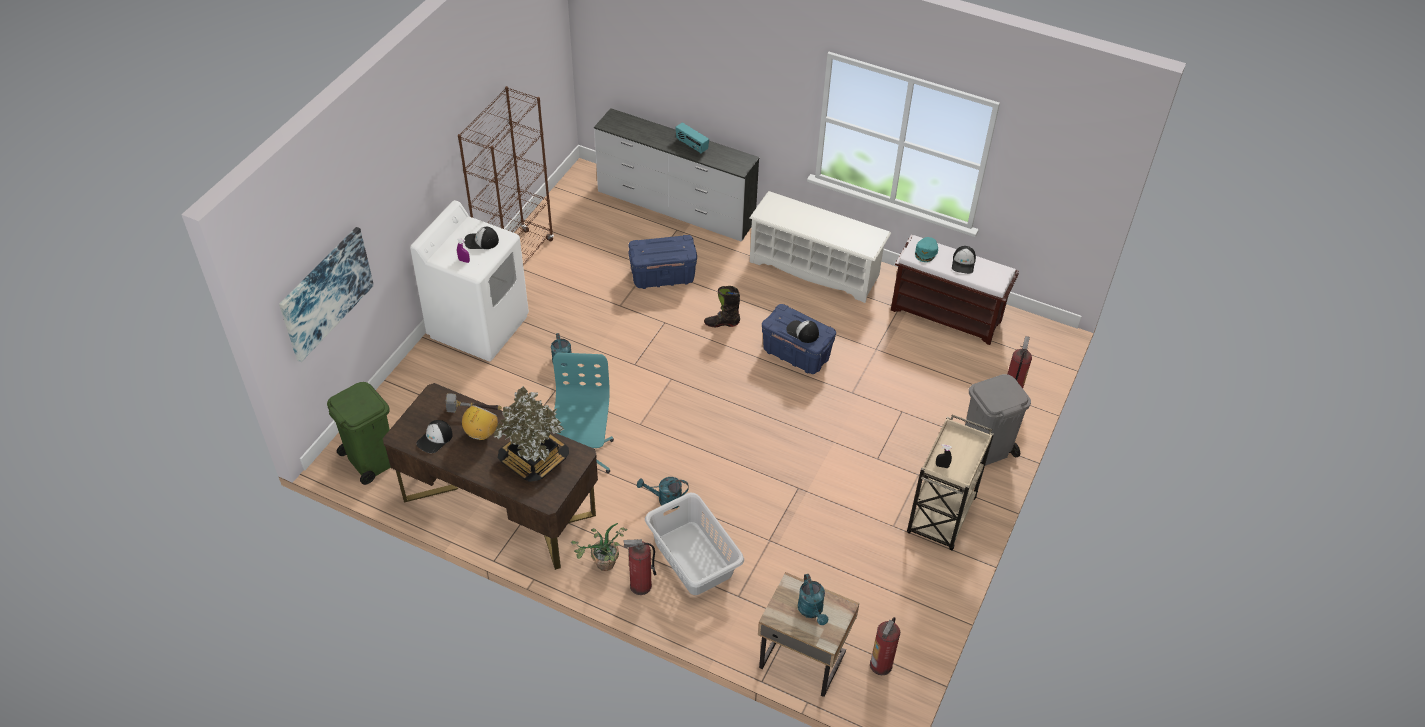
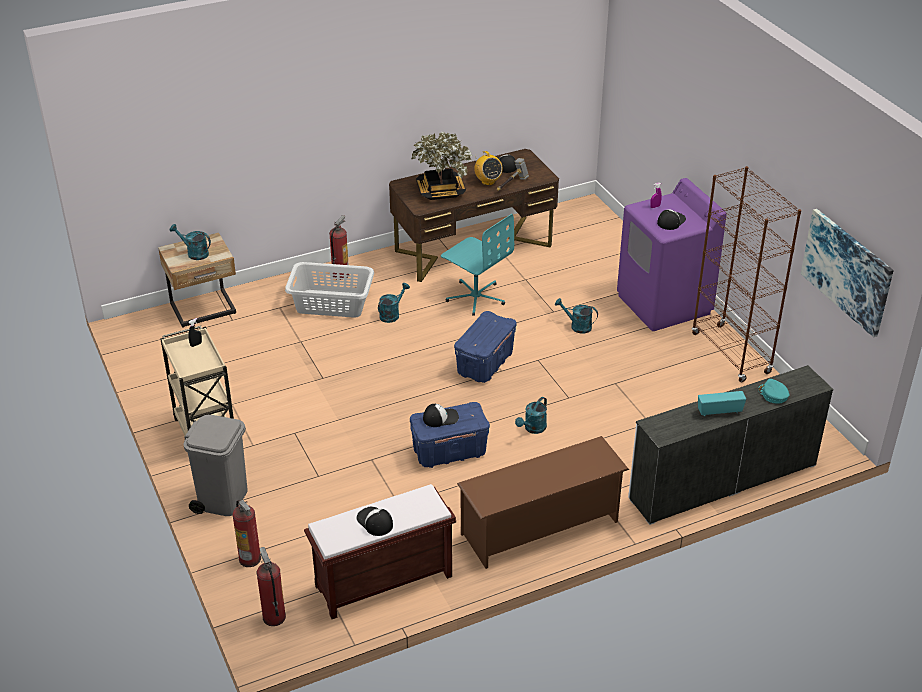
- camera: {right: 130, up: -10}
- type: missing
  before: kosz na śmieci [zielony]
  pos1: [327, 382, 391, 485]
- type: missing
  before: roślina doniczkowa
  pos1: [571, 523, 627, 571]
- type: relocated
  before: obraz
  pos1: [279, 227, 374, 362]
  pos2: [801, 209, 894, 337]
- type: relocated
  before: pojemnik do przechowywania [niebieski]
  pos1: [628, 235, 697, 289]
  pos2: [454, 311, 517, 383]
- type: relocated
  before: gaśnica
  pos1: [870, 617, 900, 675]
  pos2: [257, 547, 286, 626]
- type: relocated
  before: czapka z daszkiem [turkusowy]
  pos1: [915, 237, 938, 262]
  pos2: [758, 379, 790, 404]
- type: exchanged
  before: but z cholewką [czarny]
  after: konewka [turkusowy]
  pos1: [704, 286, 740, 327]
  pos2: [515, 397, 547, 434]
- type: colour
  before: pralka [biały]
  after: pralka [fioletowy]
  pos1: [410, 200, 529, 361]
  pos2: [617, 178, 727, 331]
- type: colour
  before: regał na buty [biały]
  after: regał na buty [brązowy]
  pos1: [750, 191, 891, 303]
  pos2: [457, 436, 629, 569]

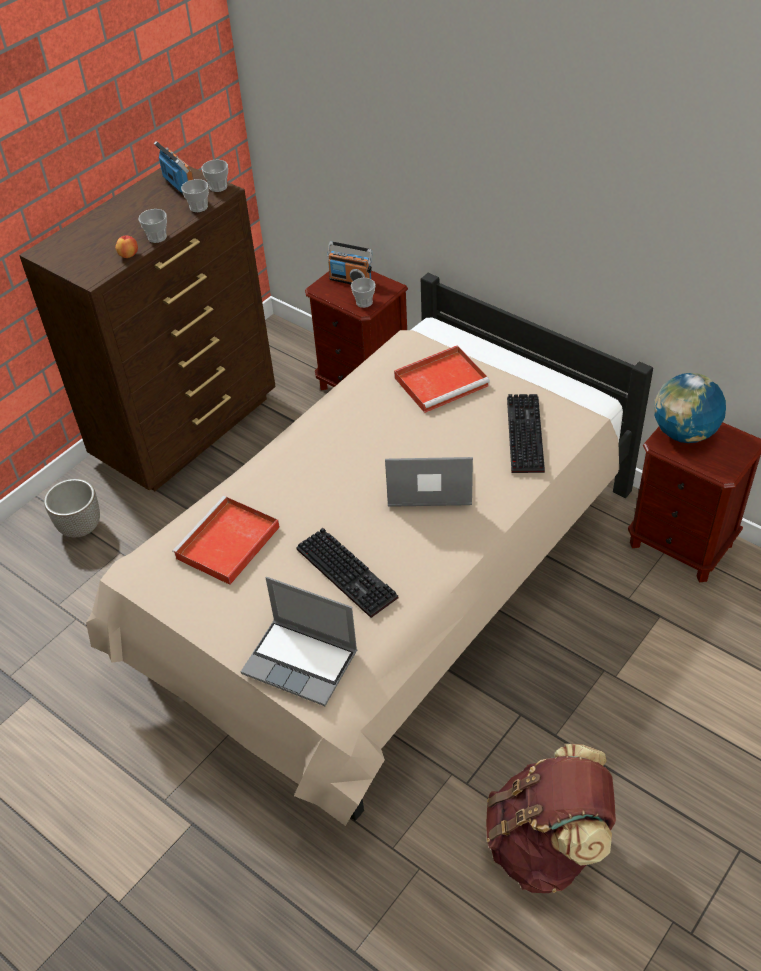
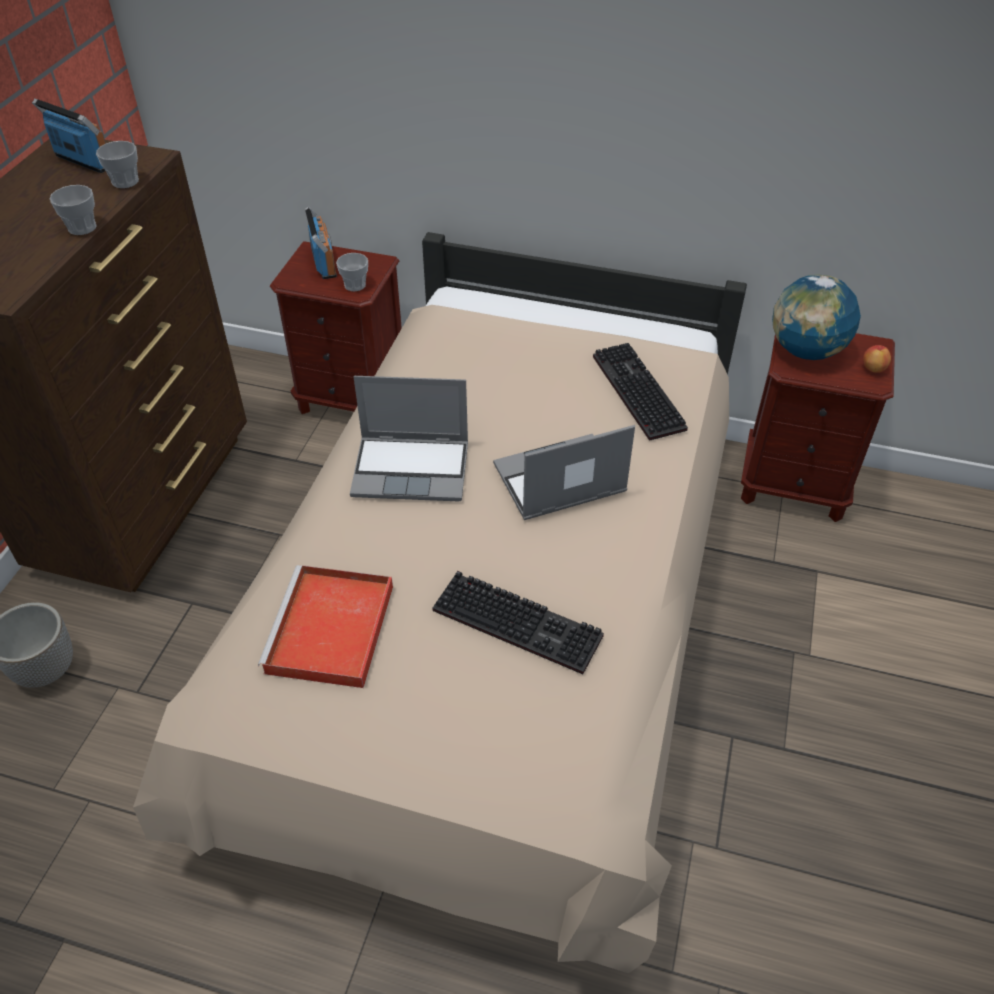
- camera: {right: -25, up: 0}
- type: missing
  before: filiżanka
  pos1: [201, 160, 228, 192]
- type: missing
  before: taca [czerwony]
  pos1: [394, 345, 490, 413]
- type: missing
  before: plecak [brązowy]
  pos1: [486, 744, 616, 893]
- type: relocated
  before: jabłko
  pos1: [115, 236, 138, 258]
  pos2: [863, 345, 891, 373]
- type: relocated
  before: laptop
  pos1: [241, 577, 357, 706]
  pos2: [350, 376, 468, 501]
- type: spun
  before: radio
  pos1: [327, 241, 373, 284]
  pos2: [305, 206, 337, 279]
  turn: -105

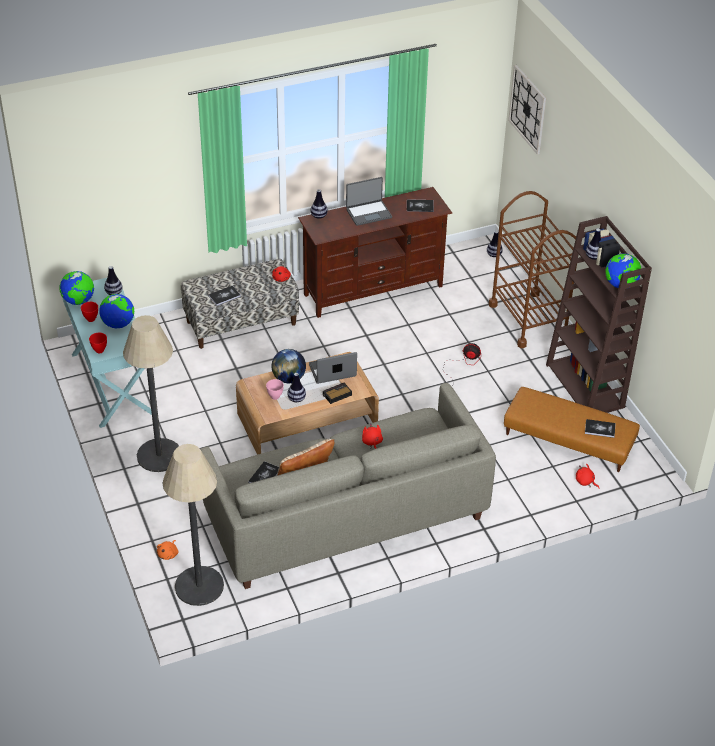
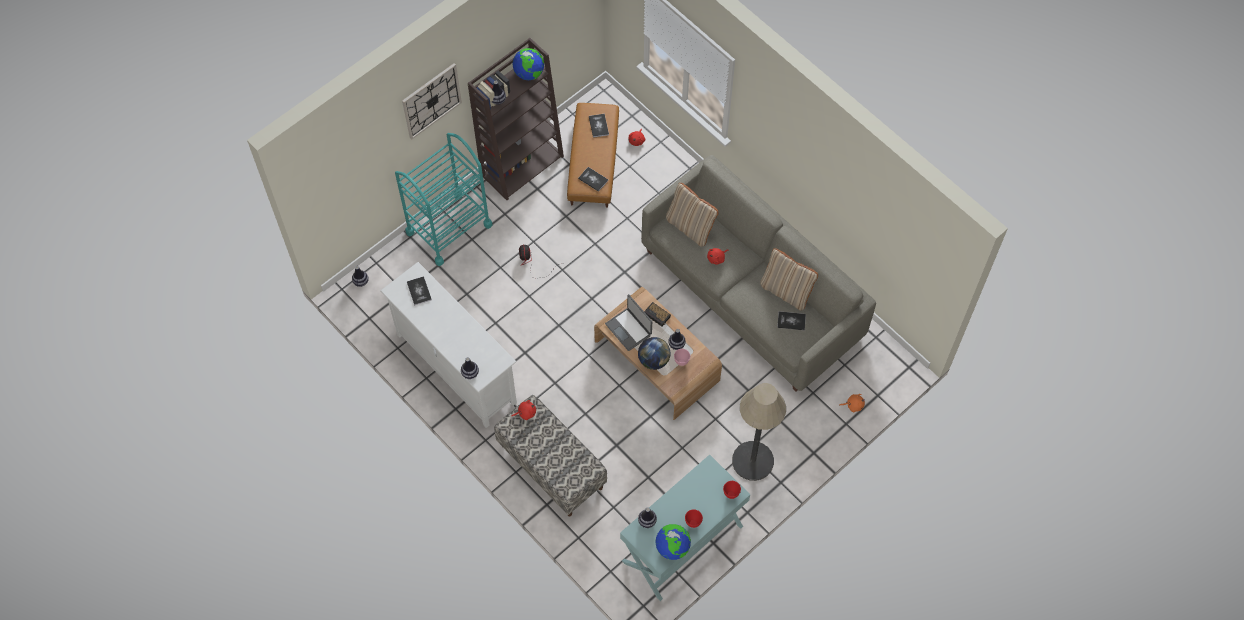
- camera: {right: -110, up: 20}
- type: missing
  before: globus
  pos1: [99, 294, 134, 328]
- type: missing
  before: lampa stojąca
  pos1: [162, 444, 224, 606]
- type: missing
  before: laptop
  pos1: [346, 177, 392, 226]
- type: appeared
  after: poduszka [beżowy]
  pos2: [666, 183, 718, 247]
- type: relocated
  before: książka
  pos1: [208, 286, 241, 306]
  pos2: [578, 167, 608, 192]
- type: relocated
  before: zegar ścienny
  pos1: [508, 65, 546, 154]
  pos2: [402, 63, 462, 140]
- type: colour
  before: szafka pod telewizor [brązowy]
  after: szafka pod telewizor [biały]
  pos1: [298, 187, 452, 318]
  pos2: [380, 262, 517, 428]
- type: colour
  before: wózek [brązowy]
  after: wózek [turkusowy]
  pos1: [489, 191, 577, 348]
  pos2: [395, 133, 493, 266]

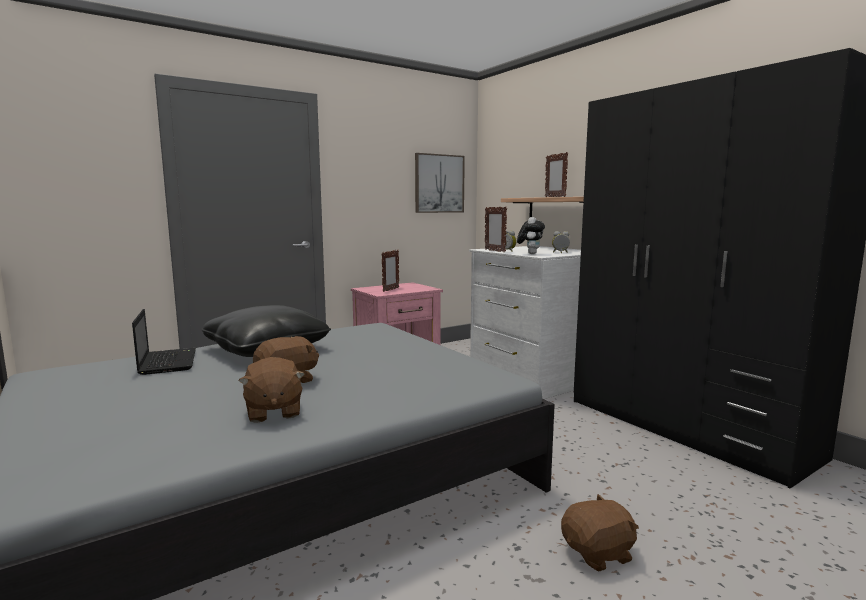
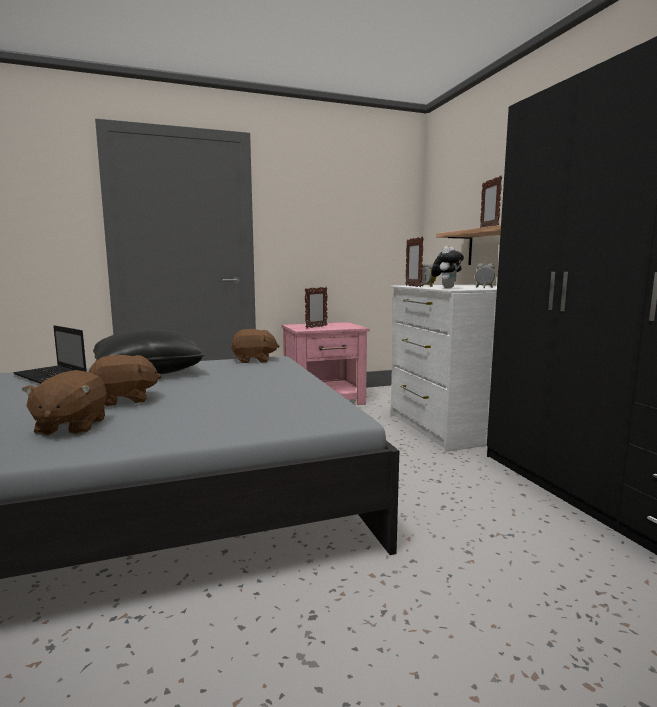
- camera: {right: 15, up: 0}
- type: missing
  before: obraz
  pos1: [415, 153, 465, 213]
- type: relocated
  before: pluszak [brązowy]
  pos1: [561, 494, 639, 572]
  pos2: [231, 329, 279, 363]
- type: spun
  before: laptop
  pos1: [132, 309, 196, 375]
  pos2: [13, 325, 87, 384]
  turn: 135

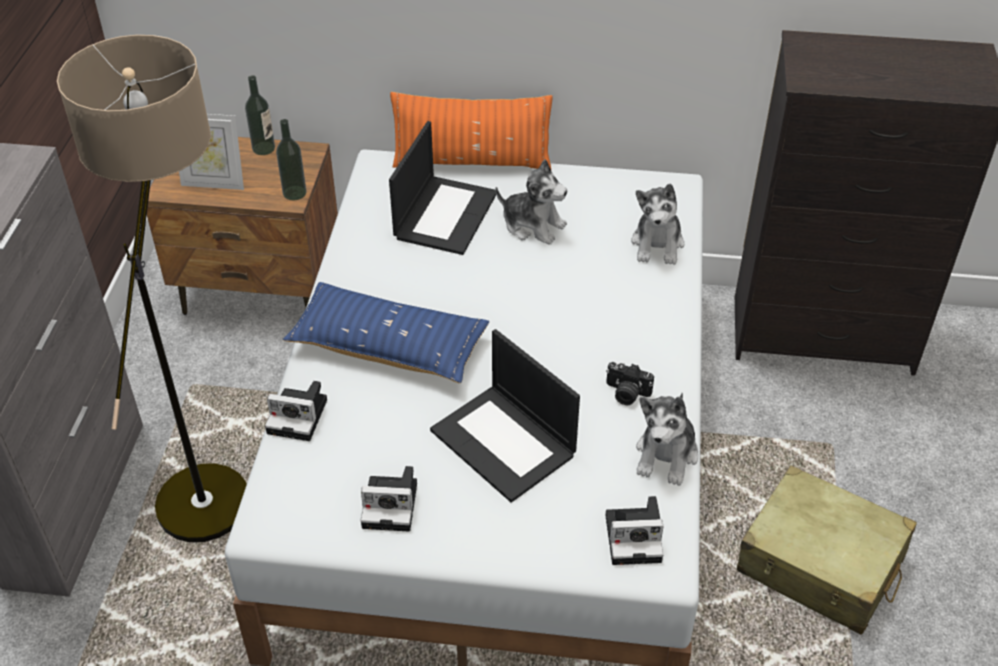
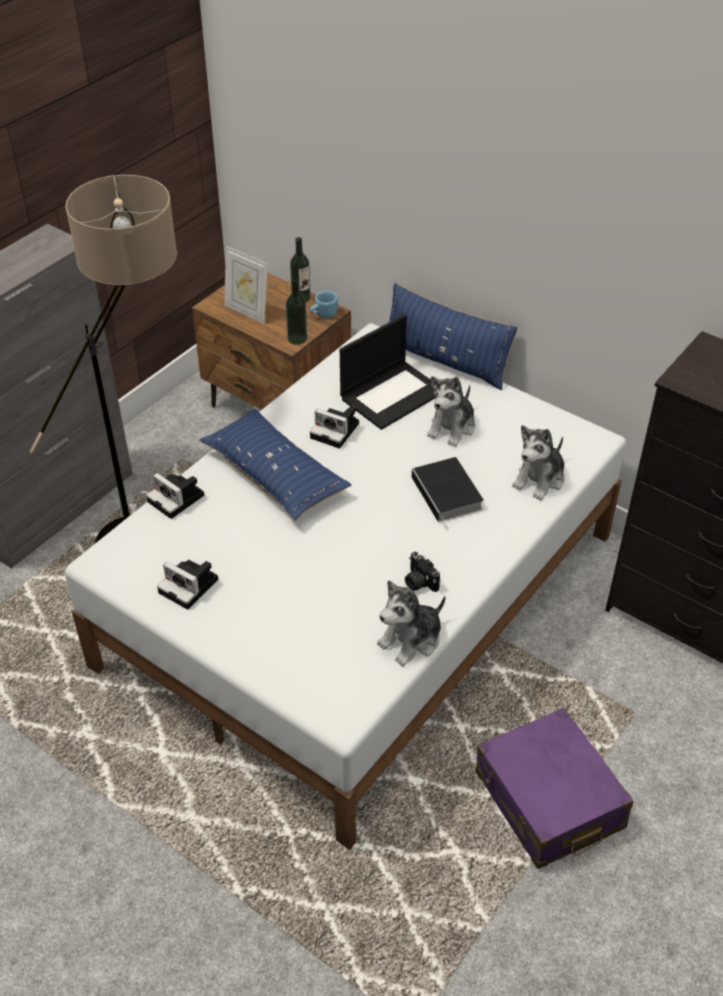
- camera: {right: 30, up: 0}
- type: missing
  before: laptop
  pos1: [430, 329, 580, 503]
- type: appeared
  after: kubek [niebieski]
  pos2: [310, 291, 338, 319]
- type: appeared
  after: książka
  pos2: [412, 457, 484, 530]
- type: relocated
  before: aparat fotograficzny
  pos1: [605, 496, 663, 565]
  pos2: [310, 406, 359, 449]
- type: colour
  before: poduszka [pomarańczowy]
  after: poduszka [niebieski]
  pos1: [390, 92, 553, 169]
  pos2: [389, 283, 518, 390]
- type: colour
  before: walizka [beżowy]
  after: walizka [fioletowy]
  pos1: [737, 465, 917, 635]
  pos2: [476, 708, 634, 869]
- type: spun
  before: pluszak
  pos1: [496, 159, 568, 245]
  pos2: [427, 376, 475, 447]
  turn: 60

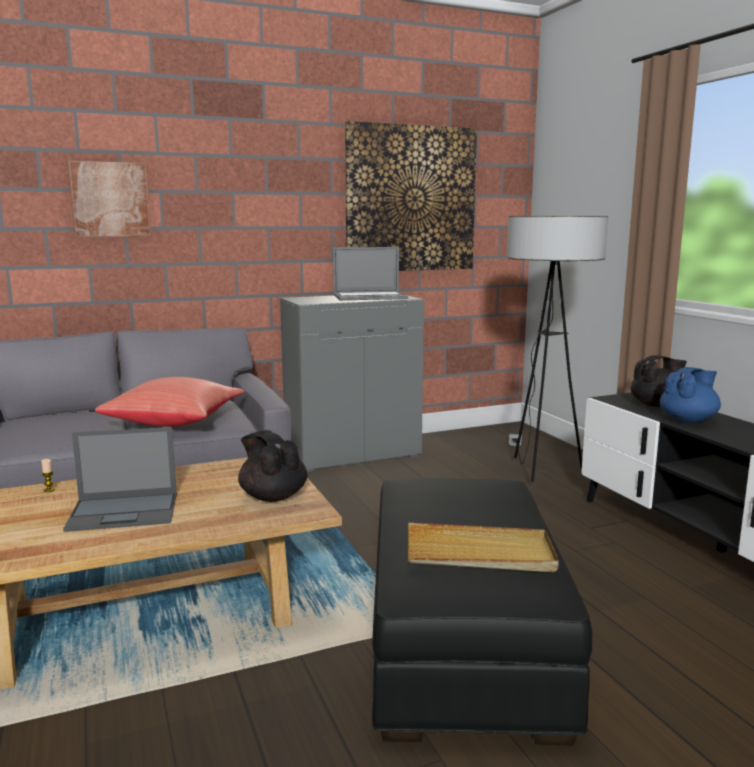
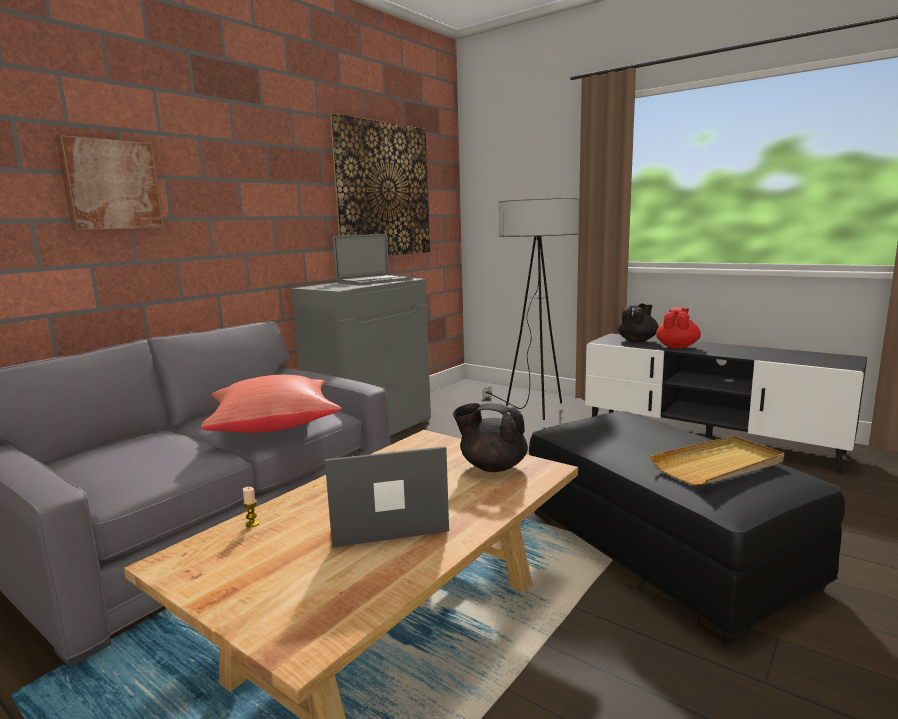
- camera: {right: -30, up: 0}
- type: colour
  before: imbryk [niebieski]
  after: imbryk [czerwony]
  pos1: [660, 367, 721, 423]
  pos2: [656, 307, 701, 348]
- type: spun
  before: laptop
  pos1: [63, 427, 177, 532]
  pos2: [325, 446, 449, 547]
  turn: -150

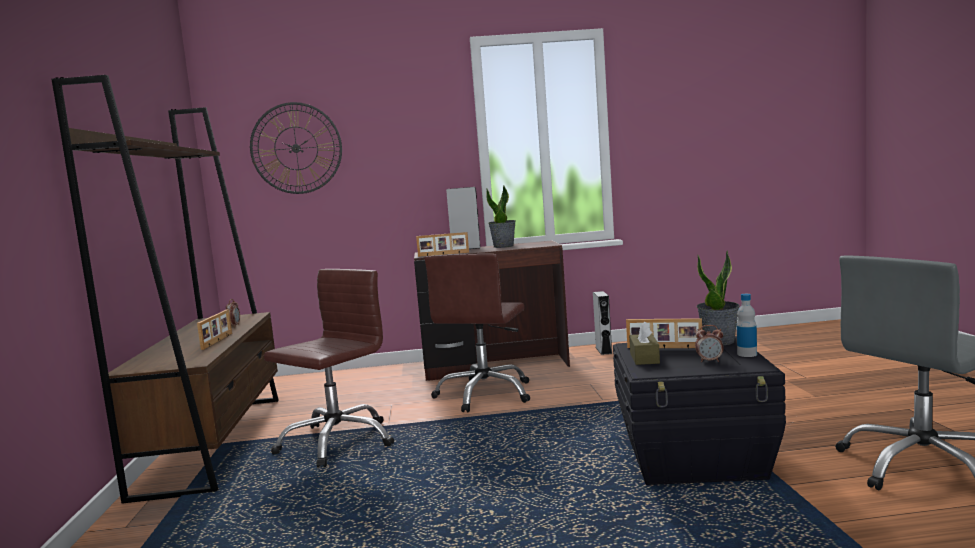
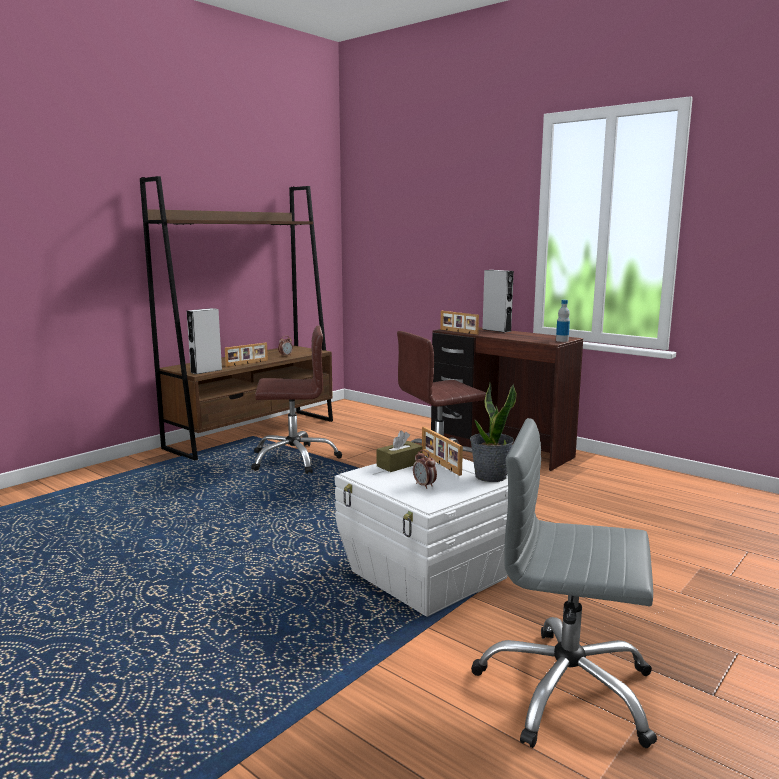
- camera: {right: 45, up: 5}
- type: missing
  before: zegar ścienny
  pos1: [250, 102, 342, 194]
- type: missing
  before: roślina doniczkowa
  pos1: [486, 186, 516, 248]
- type: relocated
  before: głośnik [szary]
  pos1: [593, 291, 612, 355]
  pos2: [187, 308, 222, 374]
- type: relocated
  before: butelka
  pos1: [737, 294, 757, 357]
  pos2: [556, 300, 570, 342]
- type: colour
  before: pojemnik do przechowywania [czarny]
  after: pojemnik do przechowywania [biały]
  pos1: [613, 336, 786, 485]
  pos2: [335, 456, 508, 617]

